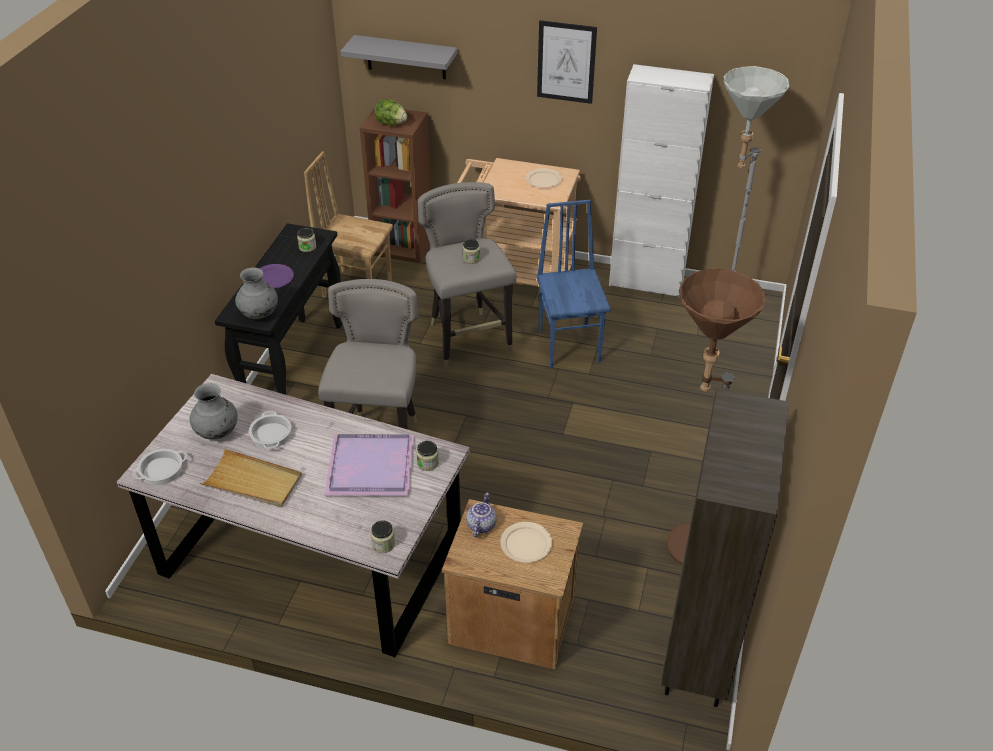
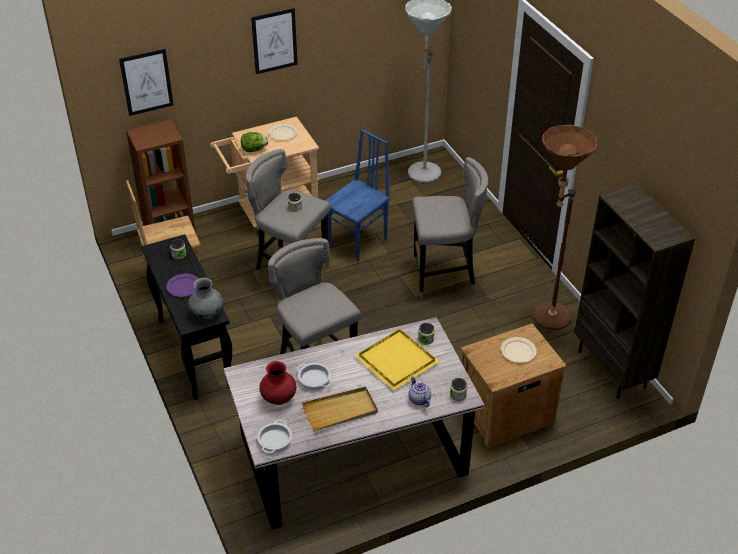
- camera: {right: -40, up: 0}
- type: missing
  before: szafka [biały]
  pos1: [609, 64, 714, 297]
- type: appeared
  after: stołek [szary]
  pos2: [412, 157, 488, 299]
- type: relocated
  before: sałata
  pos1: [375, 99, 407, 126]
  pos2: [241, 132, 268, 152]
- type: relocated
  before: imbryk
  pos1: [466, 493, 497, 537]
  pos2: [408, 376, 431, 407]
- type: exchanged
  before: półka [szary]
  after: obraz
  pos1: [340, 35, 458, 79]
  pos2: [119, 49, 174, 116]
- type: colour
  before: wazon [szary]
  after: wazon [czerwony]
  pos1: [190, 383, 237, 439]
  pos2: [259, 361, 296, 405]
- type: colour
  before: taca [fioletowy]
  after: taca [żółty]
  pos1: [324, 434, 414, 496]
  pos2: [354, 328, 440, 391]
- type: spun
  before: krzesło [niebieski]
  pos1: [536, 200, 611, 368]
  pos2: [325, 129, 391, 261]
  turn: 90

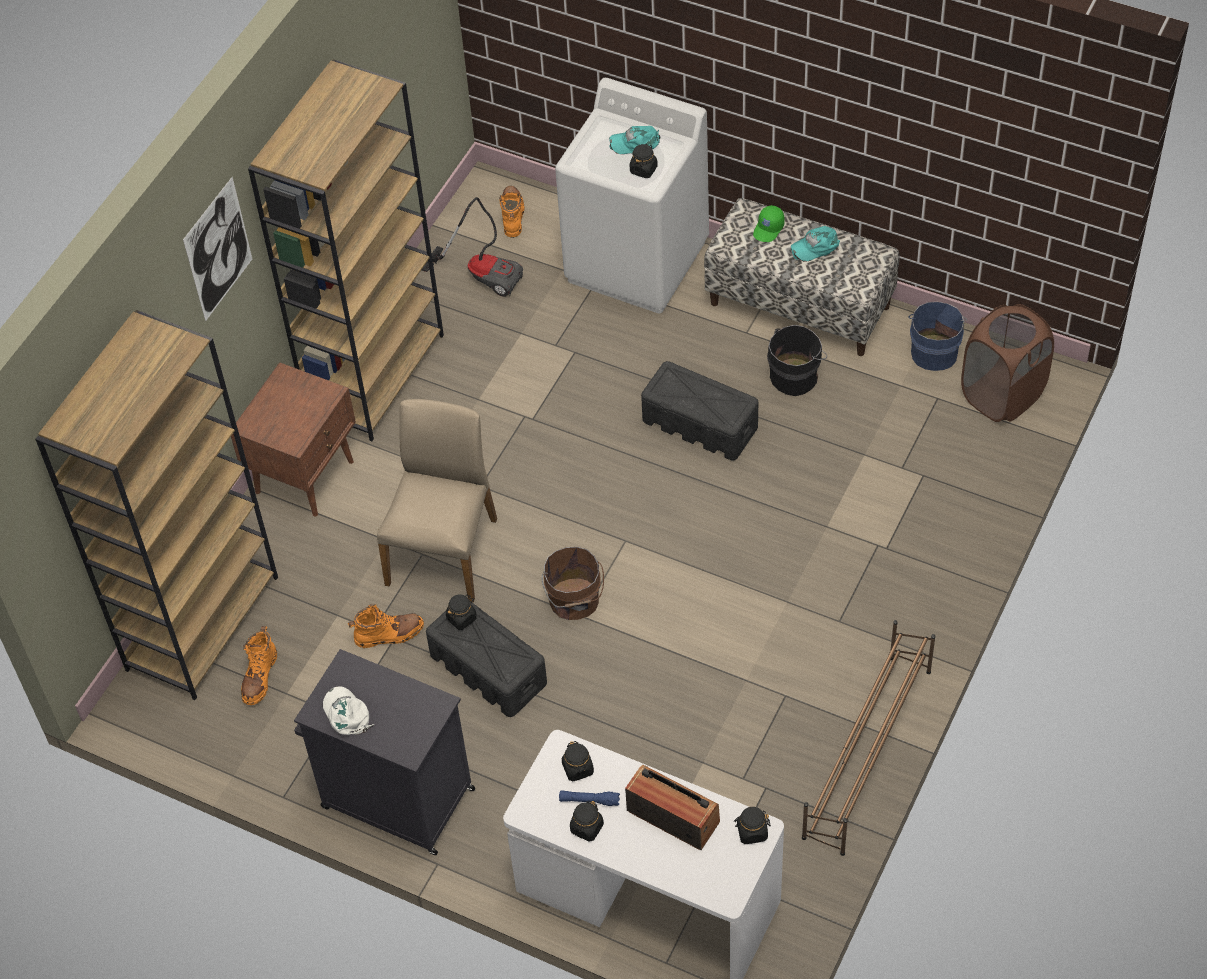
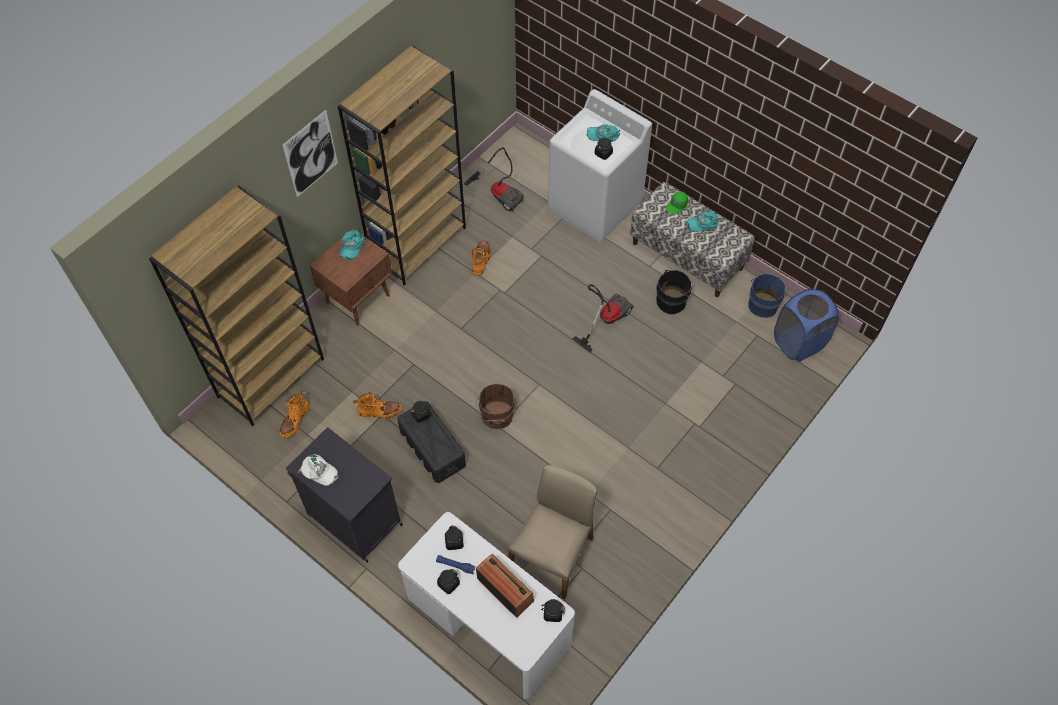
- camera: {right: 10, up: 5}
- type: missing
  before: regał na buty [brązowy]
  pos1: [802, 620, 936, 856]
- type: appeared
  after: czapka z daszkiem [turkusowy]
  pos2: [340, 230, 364, 261]
- type: relocated
  before: krzesło [beżowy]
  pos1: [377, 399, 497, 602]
  pos2: [508, 465, 597, 600]
- type: relocated
  before: but z cholewką [pomarańczowy]
  pos1: [499, 186, 525, 238]
  pos2: [472, 240, 491, 276]
- type: exchanged
  before: pojemnik do przechowywania [czarny]
  after: odkurzacz
  pos1: [641, 361, 758, 460]
  pos2: [573, 284, 634, 352]
- type: colour
  before: kosz na pranie [brązowy]
  after: kosz na pranie [niebieski]
  pos1: [961, 304, 1054, 422]
  pos2: [774, 288, 839, 361]
- type: spun
  before: czapka z daszkiem [biały]
  pos1: [323, 686, 374, 735]
  pos2: [298, 454, 338, 486]
  turn: 135

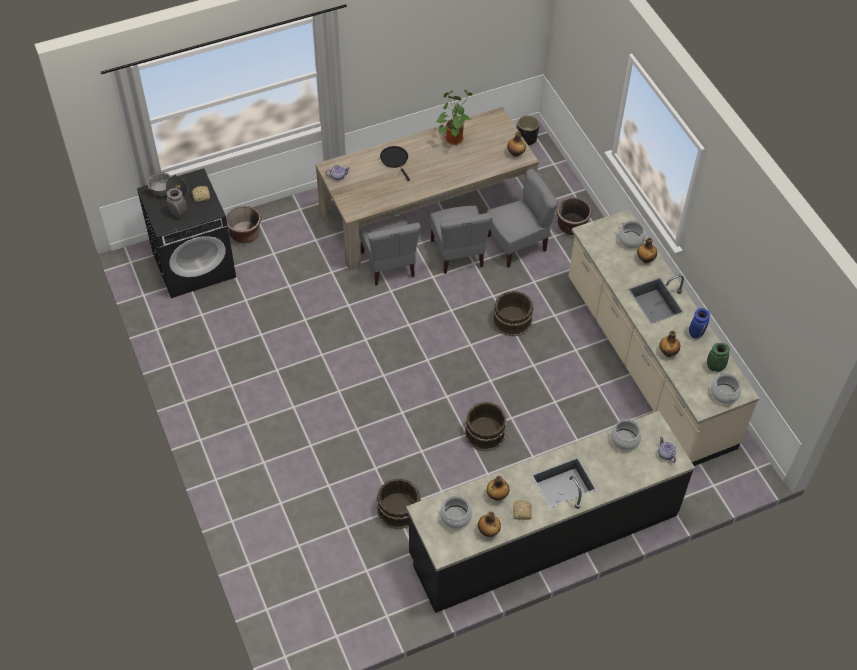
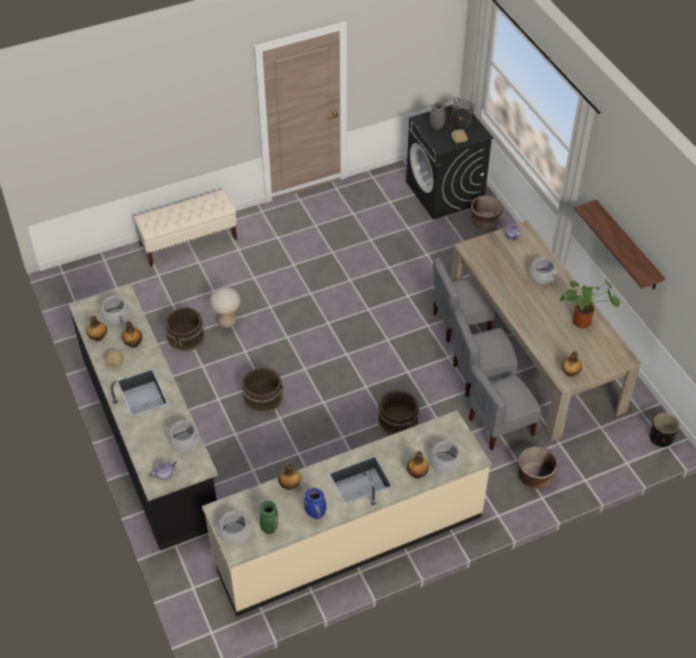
- camera: {right: 90, up: -5}
- type: appeared
  after: ławka [beżowy]
  pos2: [133, 189, 237, 267]
- type: appeared
  after: stołek [beżowy]
  pos2: [209, 287, 241, 328]
- type: appeared
  after: półka
  pos2: [574, 200, 665, 290]
- type: exchanged
  before: patelnia [czarny]
  after: garnek
  pos1: [380, 146, 410, 181]
  pos2: [529, 257, 556, 285]
- type: spun
  before: krzesło [szary]
  pos1: [487, 169, 558, 268]
  pos2: [469, 363, 541, 451]
  turn: 90

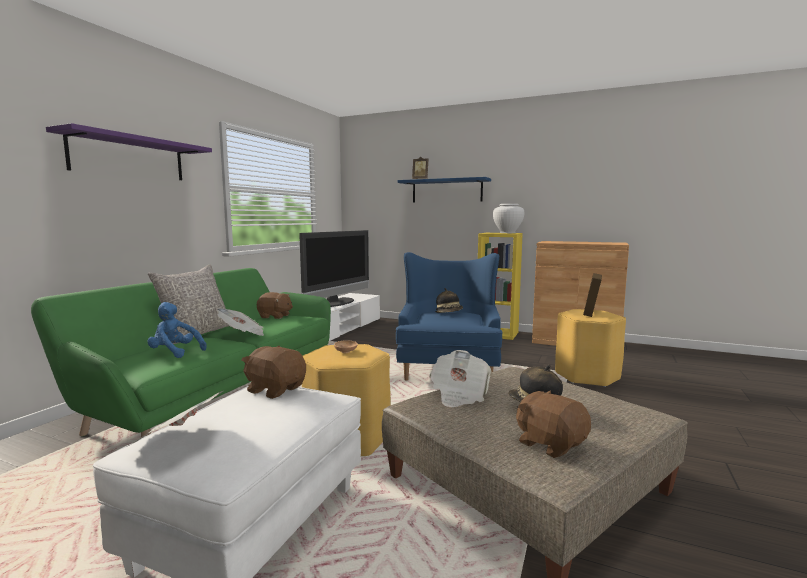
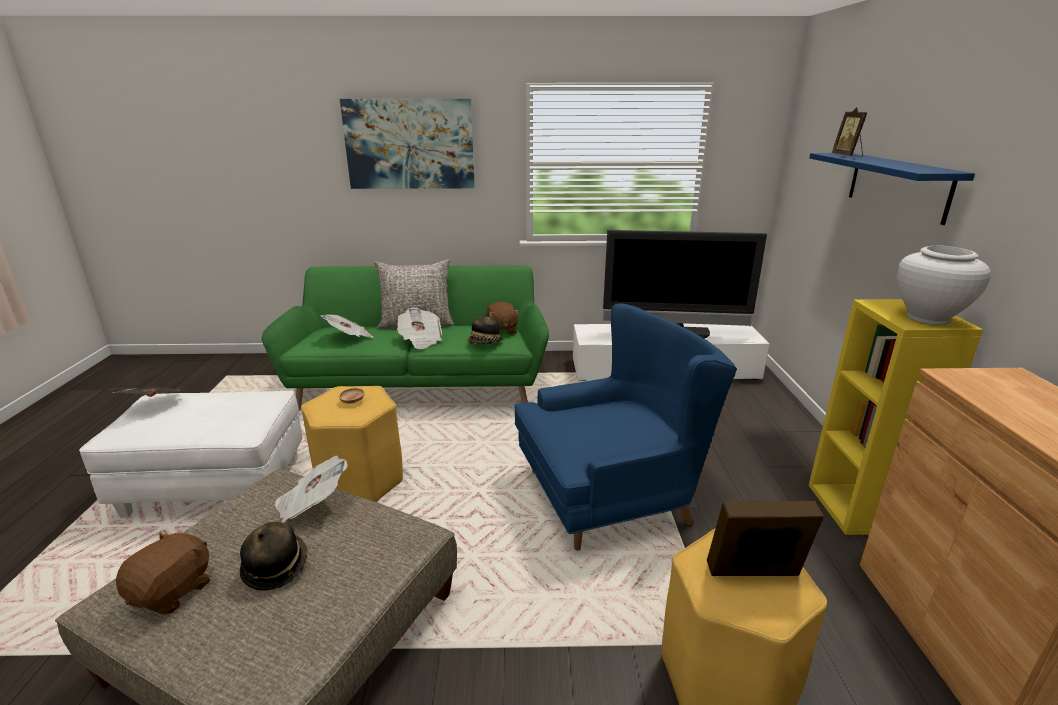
- camera: {right: 65, up: 15}
- type: missing
  before: pluszak [brązowy]
  pos1: [242, 346, 306, 399]
- type: relocated
  before: kapelusz
  pos1: [435, 288, 463, 313]
  pos2: [467, 312, 503, 344]
- type: exchanged
  before: półka [fioletowy]
  after: obraz
  pos1: [46, 123, 212, 180]
  pos2: [340, 99, 475, 189]
- type: exchanged
  before: pluszak [niebieski]
  after: gazeta
  pos1: [147, 302, 207, 358]
  pos2: [321, 315, 373, 338]

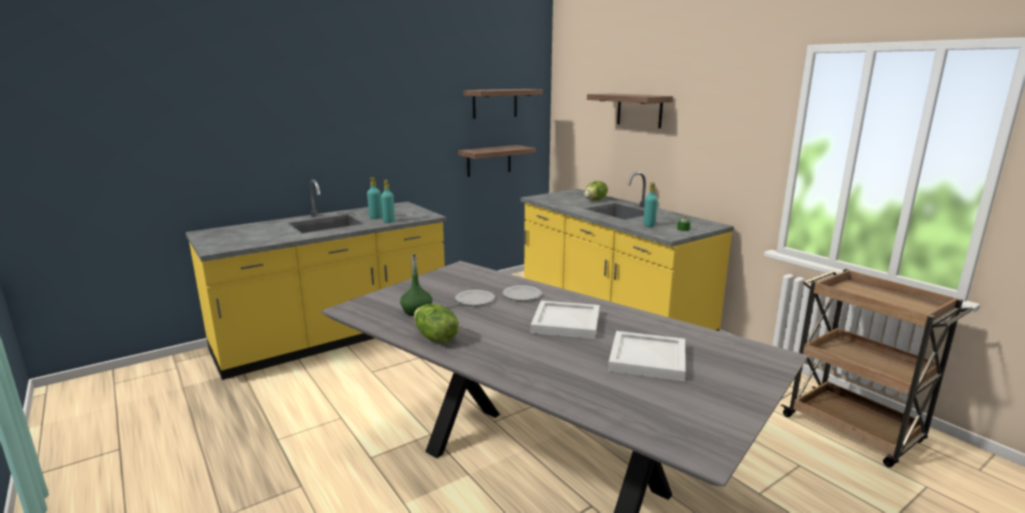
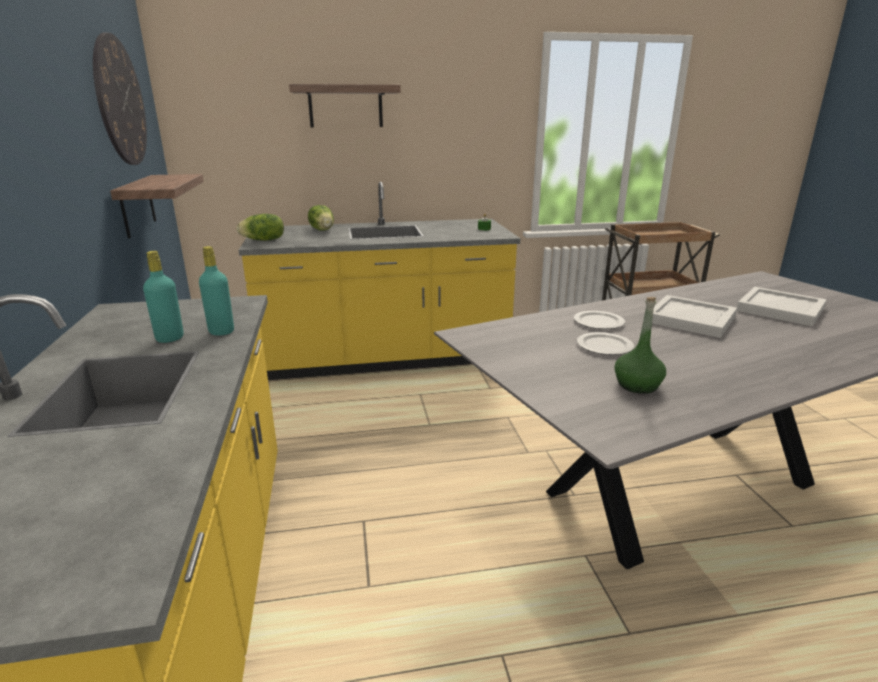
- camera: {right: -65, up: 5}
- type: missing
  before: butelka [turkusowy]
  pos1: [643, 183, 658, 227]
- type: relocated
  before: sałata
  pos1: [414, 304, 459, 343]
  pos2: [236, 214, 284, 241]
- type: exchanged
  before: półka
  after: zegar ścienny
  pos1: [464, 89, 543, 119]
  pos2: [93, 33, 147, 165]

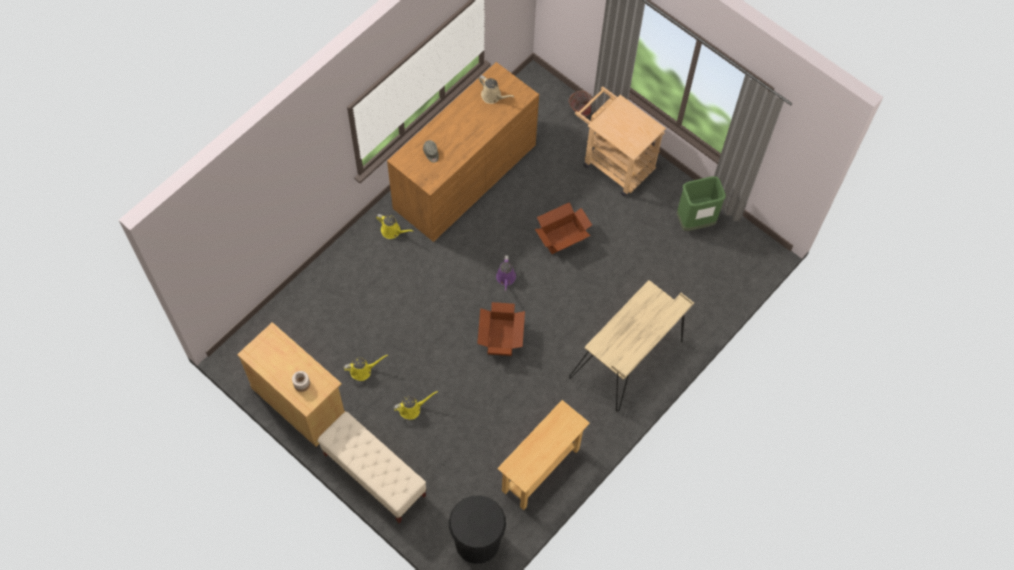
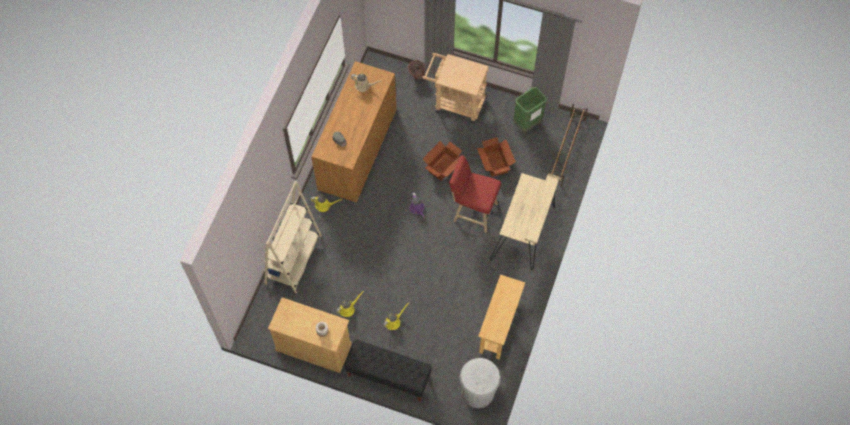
- camera: {right: -20, up: 0}
- type: appeared
  after: regał [beżowy]
  pos2: [264, 181, 322, 293]
- type: appeared
  after: stołek [czerwony]
  pos2: [449, 155, 501, 233]
- type: appeared
  after: regał na buty [brązowy]
  pos2: [549, 104, 588, 187]
- type: relocated
  before: karton
  pos1: [477, 302, 525, 356]
  pos2: [477, 137, 516, 177]
- type: colour
  before: ławka [beżowy]
  after: ławka [czarny]
  pos1: [318, 412, 427, 523]
  pos2: [345, 339, 431, 402]
- type: colour
  before: kosz na śmieci [czarny]
  after: kosz na śmieci [biały]
  pos1: [449, 495, 506, 564]
  pos2: [460, 358, 501, 408]

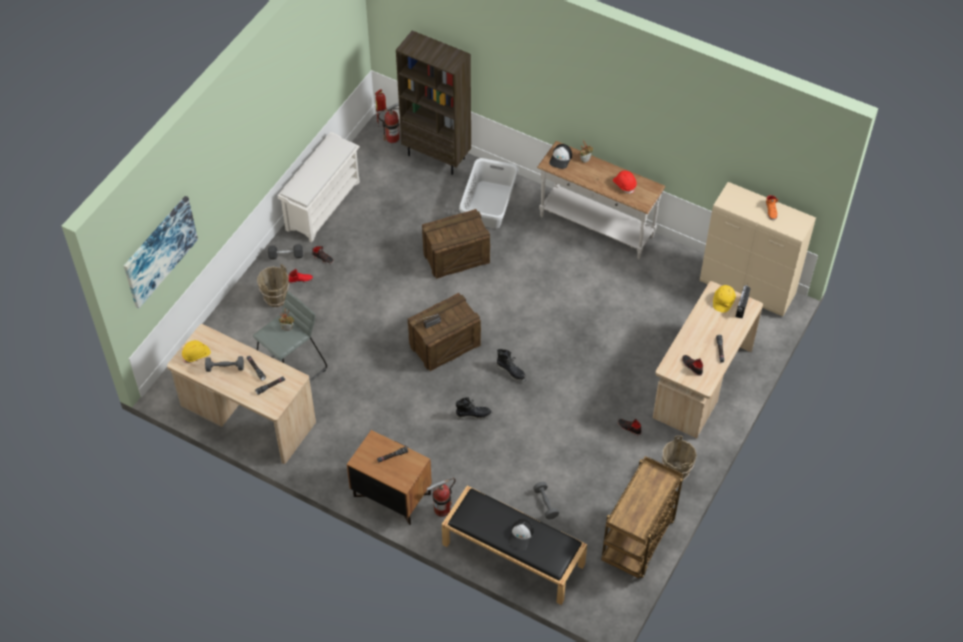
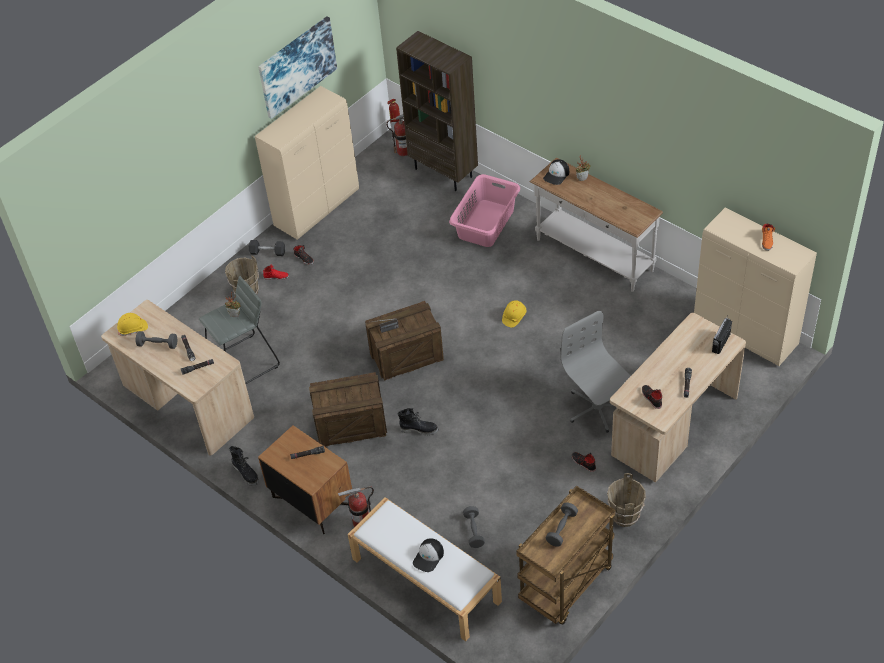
- camera: {right: 15, up: -5}
- type: missing
  before: kask [czerwony]
  pos1: [613, 171, 637, 194]
- type: appeared
  after: hantel [szary]
  pos2: [546, 503, 578, 547]
- type: appeared
  after: krzesło biurowe [szary]
  pos2: [561, 310, 630, 433]
- type: relocated
  before: obraz
  pos1: [124, 196, 198, 308]
  pos2: [258, 16, 337, 119]
- type: relocated
  before: skrzynka
  pos1: [422, 209, 490, 279]
  pos2: [309, 372, 387, 446]
- type: relocated
  before: but z cholewką [czarny]
  pos1: [497, 349, 526, 382]
  pos2: [229, 446, 259, 486]
- type: relocated
  before: kask [żółty]
  pos1: [713, 285, 736, 313]
  pos2: [502, 300, 527, 328]
- type: exchanged
  before: regał na buty [biały]
  after: szafka [beżowy]
  pos1: [278, 132, 360, 242]
  pos2: [255, 86, 359, 240]
- type: colour
  before: ławka [czarny]
  after: ławka [biały]
  pos1: [442, 485, 587, 605]
  pos2: [348, 497, 502, 642]
- type: colour
  before: kosz na pranie [szary]
  after: kosz na pranie [różowy]
  pos1: [459, 158, 519, 229]
  pos2: [449, 174, 520, 247]

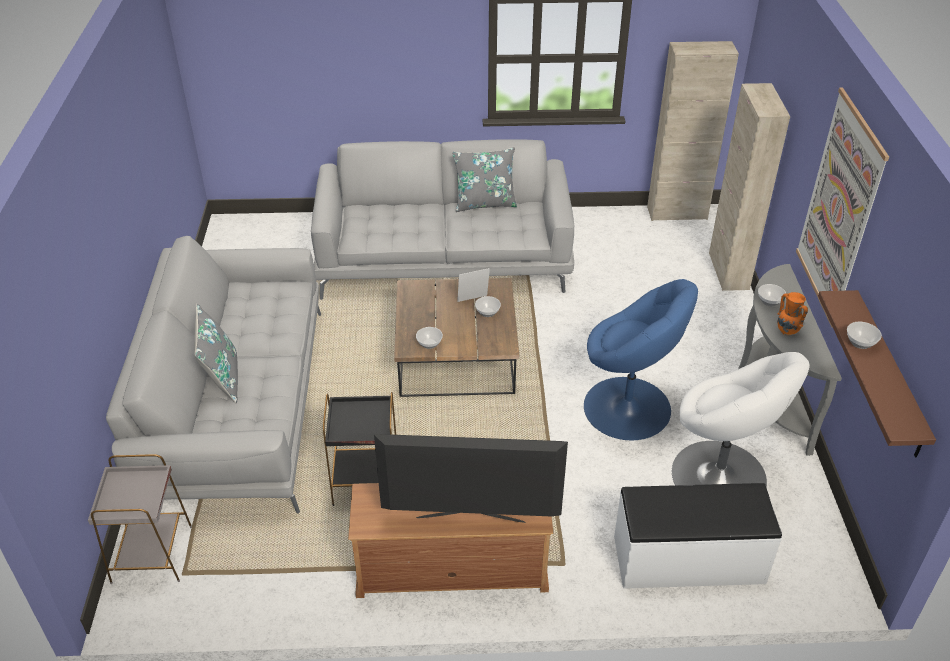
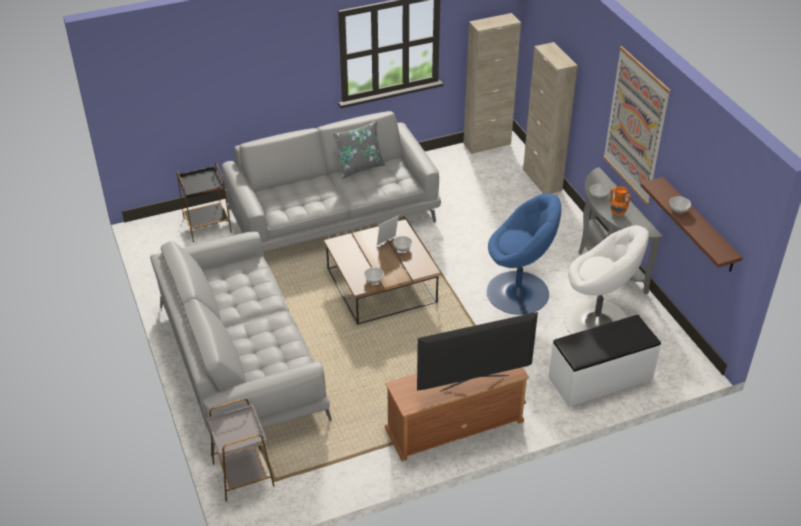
- camera: {right: -20, up: 0}
- type: missing
  before: poduszka [szary]
  pos1: [194, 304, 238, 403]
- type: relocated
  before: stolik [czarny]
  pos1: [323, 392, 396, 506]
  pos2: [176, 162, 232, 242]

